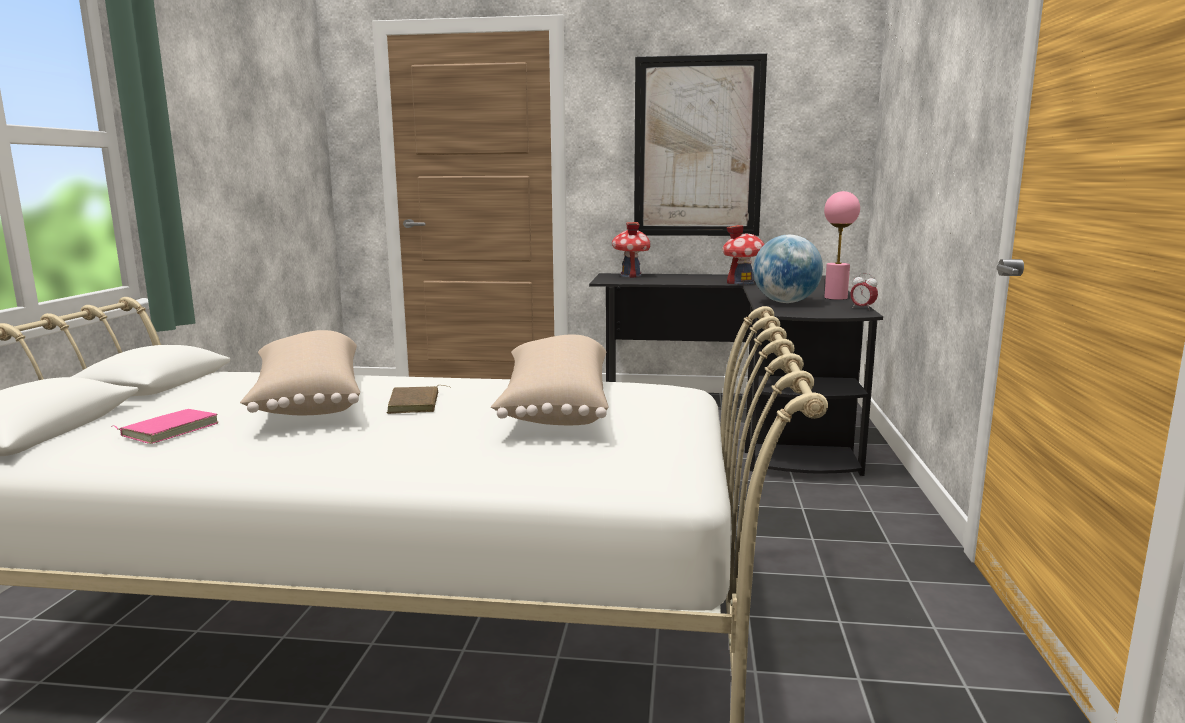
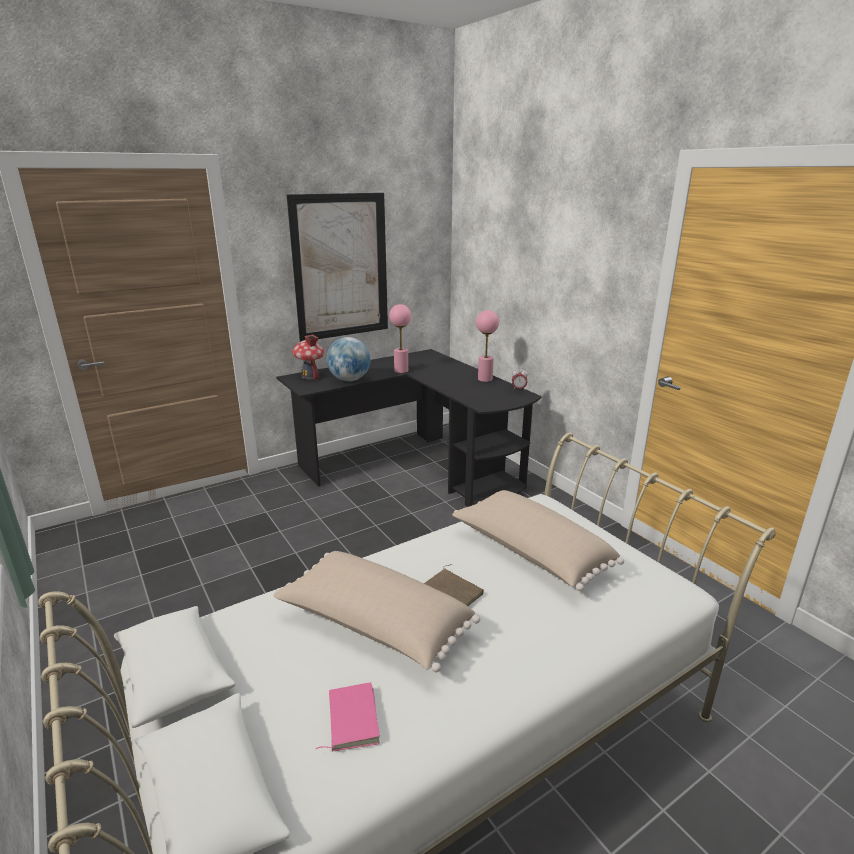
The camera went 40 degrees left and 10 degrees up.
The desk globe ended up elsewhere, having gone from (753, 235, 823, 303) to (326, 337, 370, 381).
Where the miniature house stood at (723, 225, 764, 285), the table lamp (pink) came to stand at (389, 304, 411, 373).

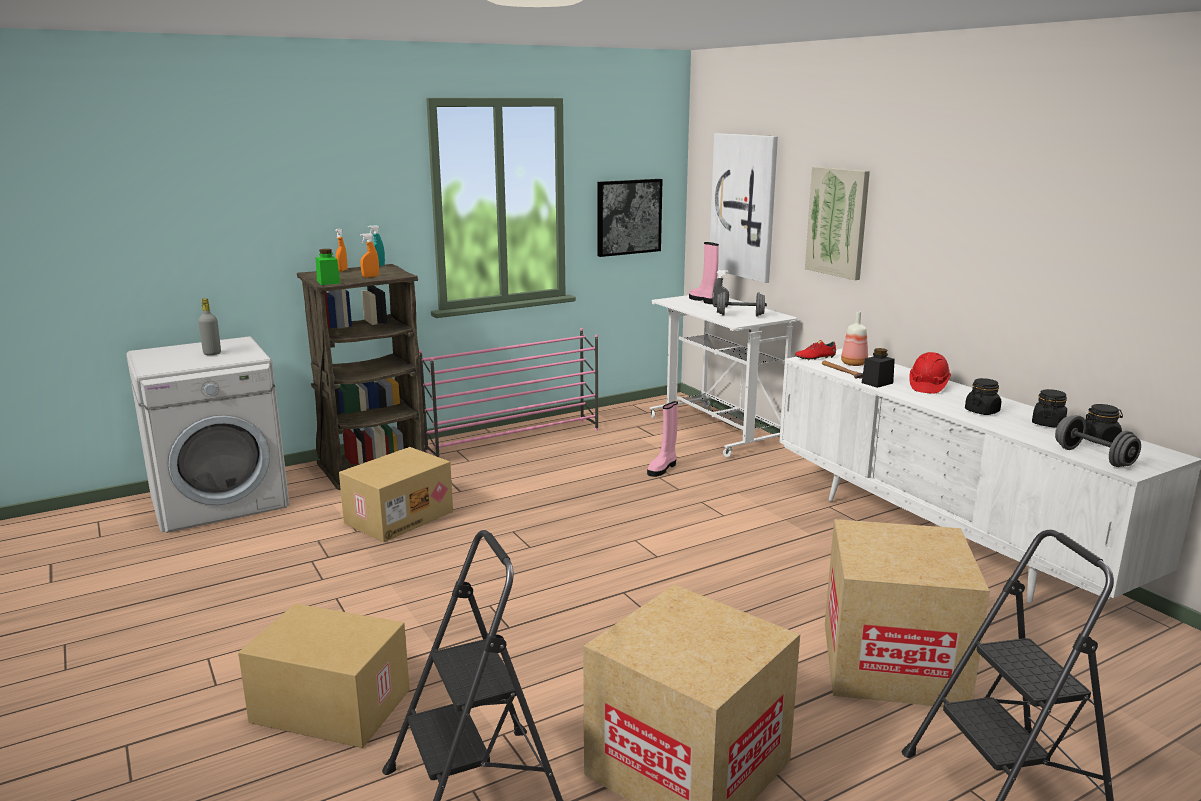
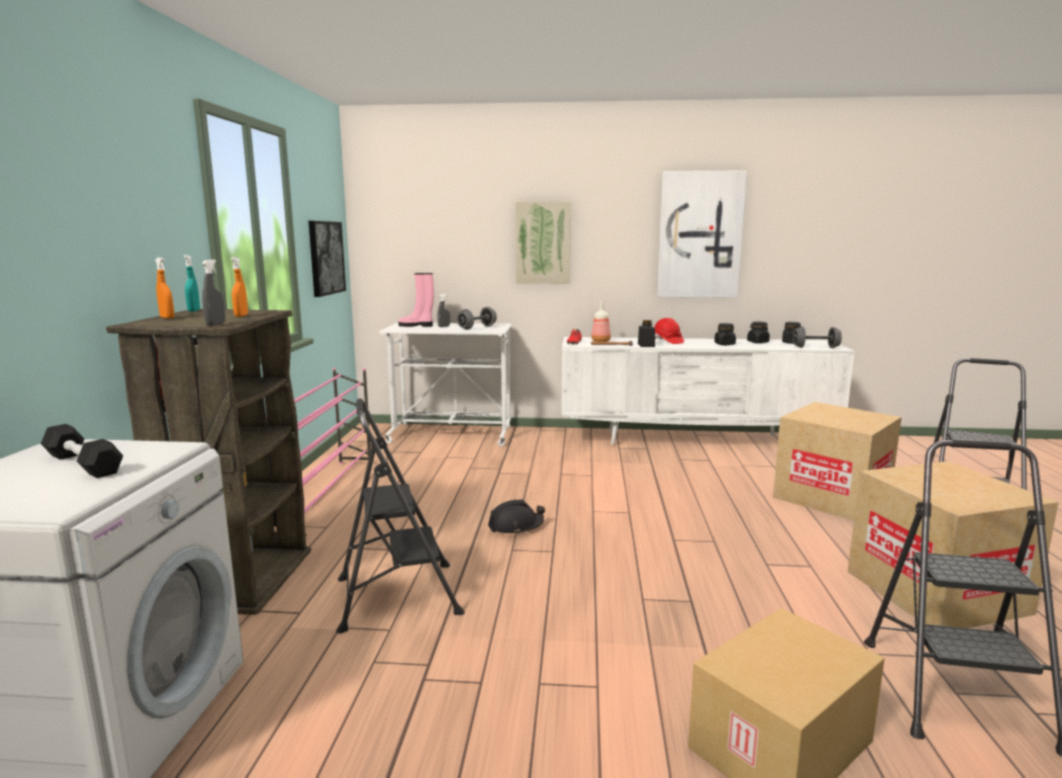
The camera went 55 degrees left and 5 degrees down.
Where the beverage bottle (greyish) stood at (198, 299, 221, 355), the hand weight (blackish) came to stand at (41, 424, 123, 478).
Where the jar (green) stood at (316, 249, 340, 285), the sprayer (greyish) came to stand at (202, 259, 225, 326).
Where the packing box stood at (339, 447, 453, 542), the step stool (blackish) came to stand at (336, 398, 465, 634).
The second view gained the work helmet (blackish) at (488, 499, 545, 535).
The wall picture ended up elsewhere, having gone from (710, 133, 778, 283) to (657, 170, 747, 298).
The second view lost the high-top boot (pink) at (647, 401, 678, 477).

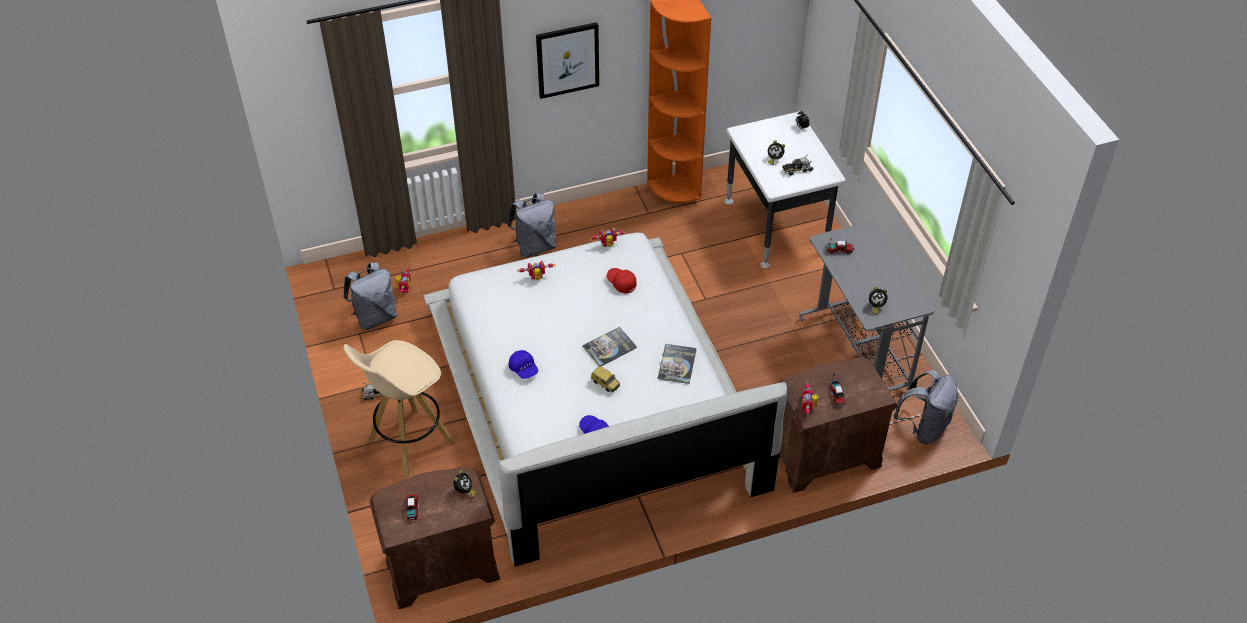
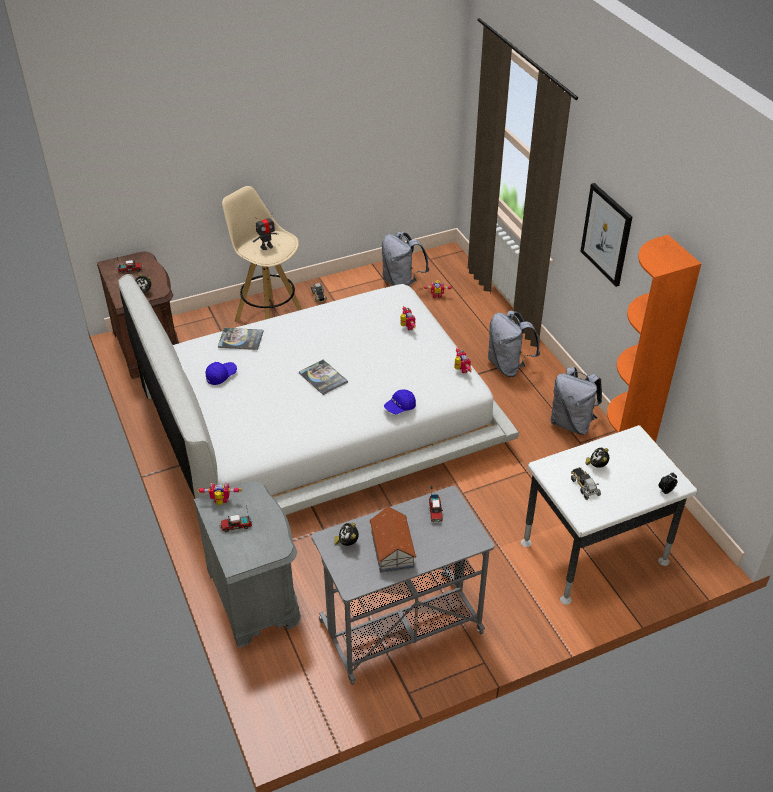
The camera went 85 degrees right and 5 degrees down.
What was the night table (brownish) at (779, 357, 898, 493) turned into the night table (greyish) at (194, 481, 301, 648).
The volume ended up elsewhere, having gone from (658, 344, 697, 384) to (218, 328, 264, 350).
The second view gained the robot figure at (253, 213, 278, 250).
The second view gained the miniature house at (369, 506, 417, 572).
The cap (bluish) ended up elsewhere, having gone from (509, 350, 538, 379) to (384, 389, 416, 414).
The knapsack (greyish) ended up elsewhere, having gone from (893, 370, 958, 444) to (551, 367, 602, 435).
The second view lost the model car at (591, 366, 620, 392).
The second view lost the cap (reddish) at (607, 268, 637, 293).

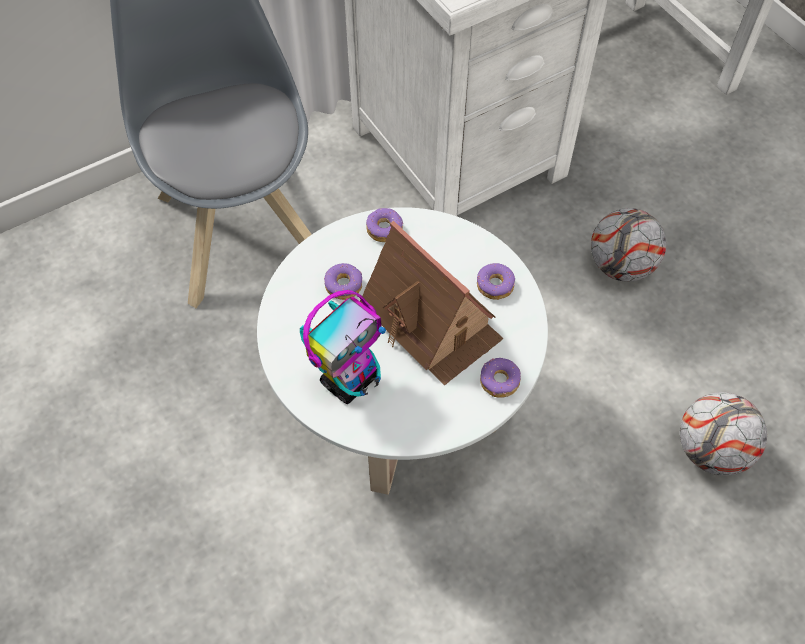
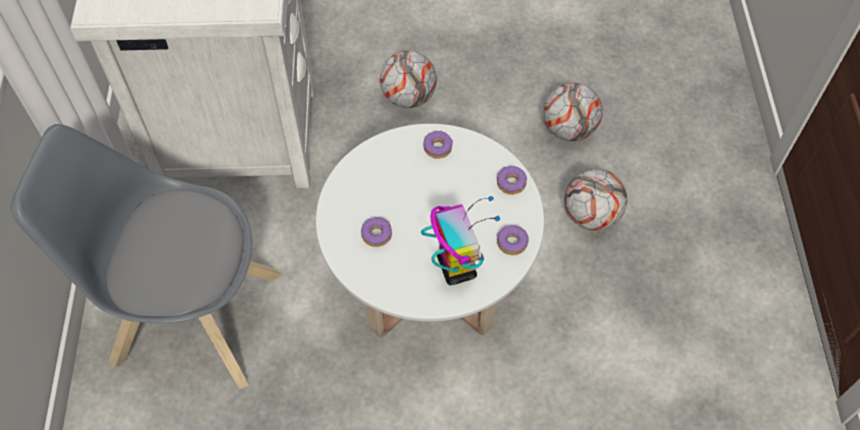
The camera went 60 degrees left and 0 degrees up.
The donut ended up elsewhere, having gone from (366, 208, 403, 242) to (497, 225, 529, 255).
The second view gained the ball for football at (564, 168, 627, 230).
The second view lost the miniature house at (360, 221, 504, 385).

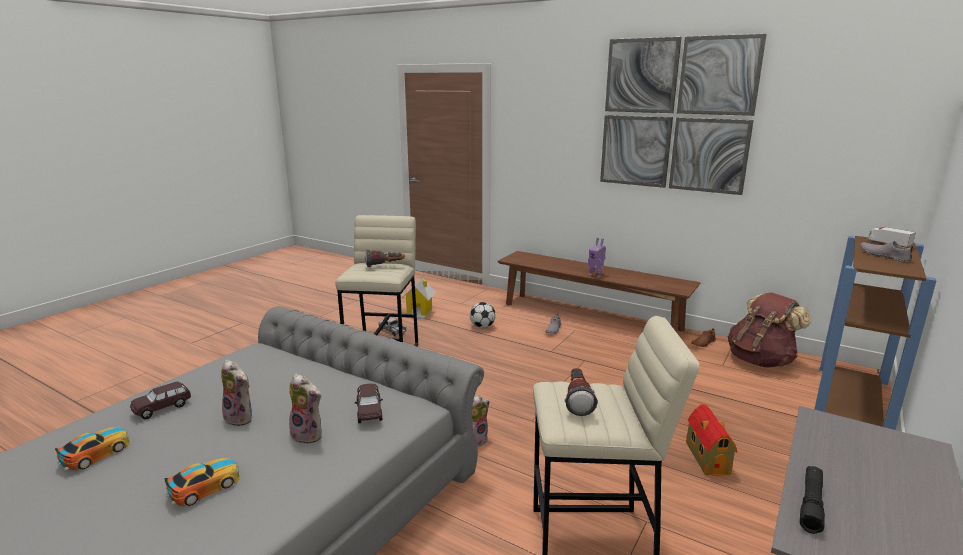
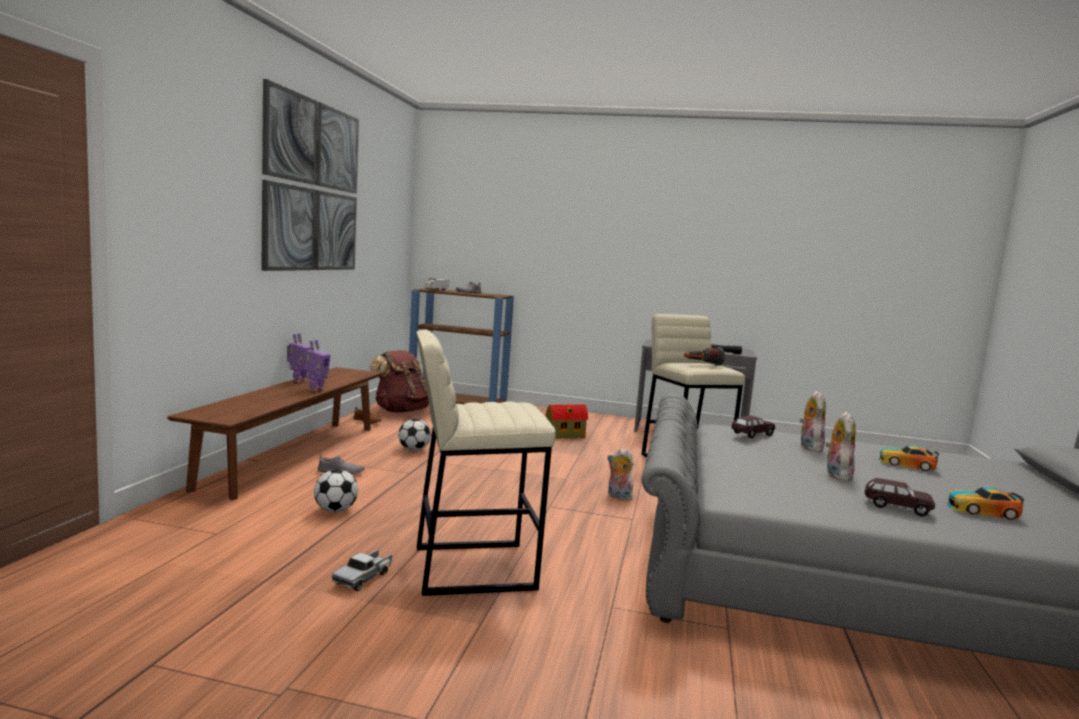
The camera went 110 degrees left and 10 degrees down.
The second view gained the robot figure at (287, 333, 311, 383).
The second view gained the ball for football at (398, 419, 431, 451).
The second view lost the torch at (365, 249, 405, 267).
The second view lost the miniature house at (402, 278, 436, 319).

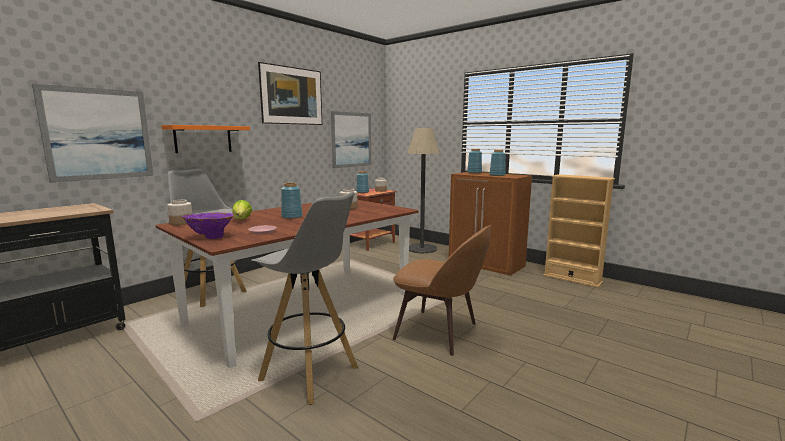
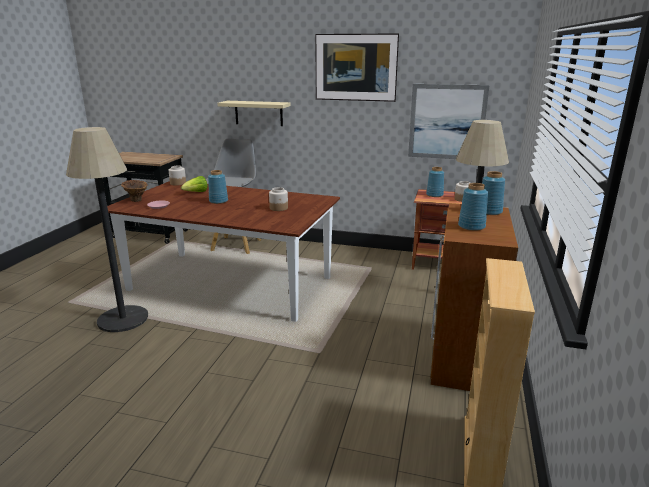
The camera went 65 degrees right and 10 degrees up.
Where the sitting stool (greyish) stood at (251, 192, 358, 405), the floor lamp came to stand at (66, 127, 148, 332).
What was the flower vase (purple-coloured) at (182, 213, 234, 239) turned into the flower vase (brownish) at (121, 180, 148, 202).
What was the bracket shelf (orangey) at (161, 125, 250, 153) turned into the bracket shelf (beige-coloured) at (217, 101, 291, 126).
The second view lost the wall picture at (32, 84, 154, 183).
The second view lost the upright chair (brownish) at (393, 225, 492, 356).

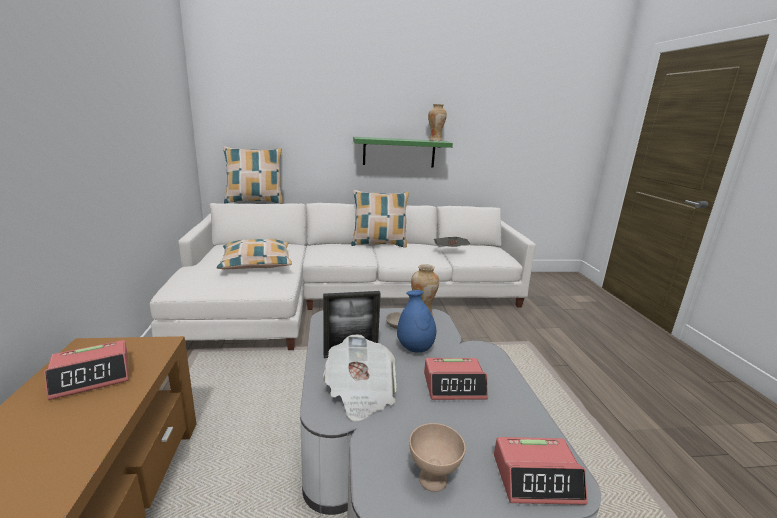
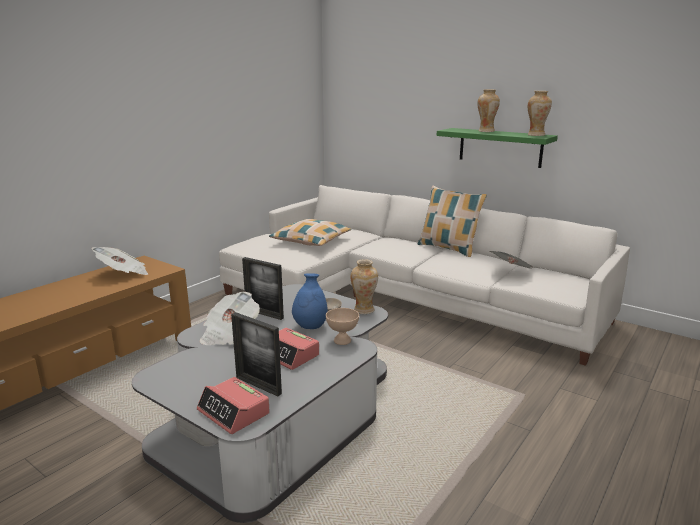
The camera went 45 degrees right and 0 degrees up.
Where the bedside clock stood at (44, 340, 129, 400), the newspaper came to stand at (91, 247, 148, 275).
The second view gained the photo frame at (231, 312, 282, 396).
The serving bowl (beige-coloured) ended up elsewhere, having gone from (409, 423, 465, 492) to (326, 308, 359, 345).
The second view gained the flower vase at (478, 89, 500, 132).
The second view lost the pillow at (223, 146, 283, 204).

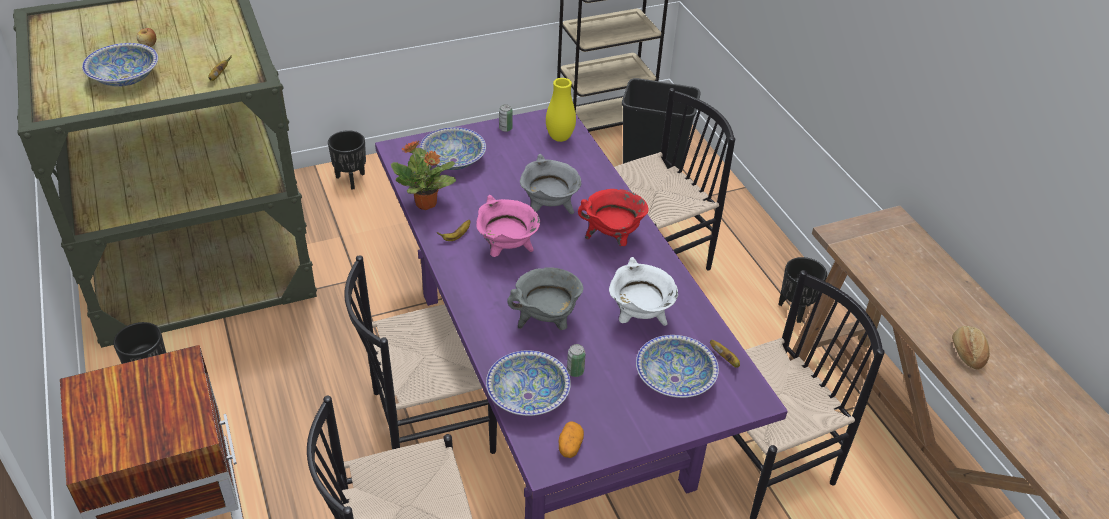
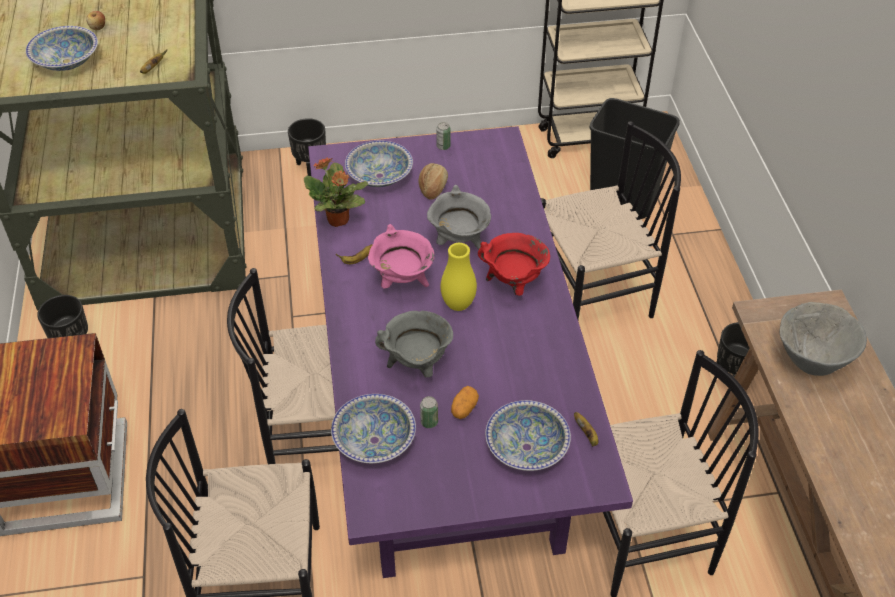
The camera went 15 degrees right and 5 degrees up.
The bakery bread ended up elsewhere, having gone from (952, 326, 990, 370) to (419, 163, 448, 200).
The flower vase (yellowish) ended up elsewhere, having gone from (546, 78, 576, 142) to (441, 243, 477, 311).
The potato ended up elsewhere, having gone from (559, 421, 584, 458) to (451, 386, 479, 419).
The second view gained the serving bowl (greyish) at (779, 302, 867, 376).
The second view lost the cooking pot (white-coloured) at (609, 257, 678, 326).

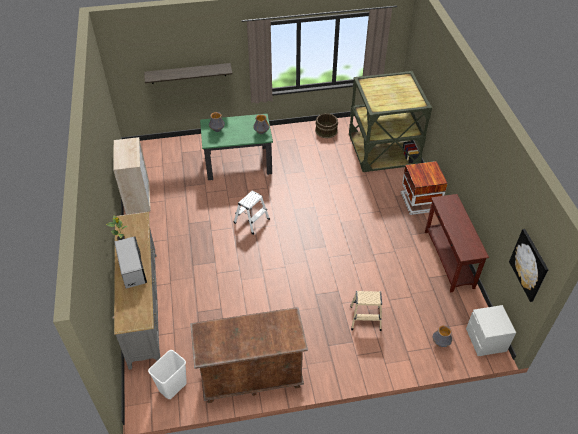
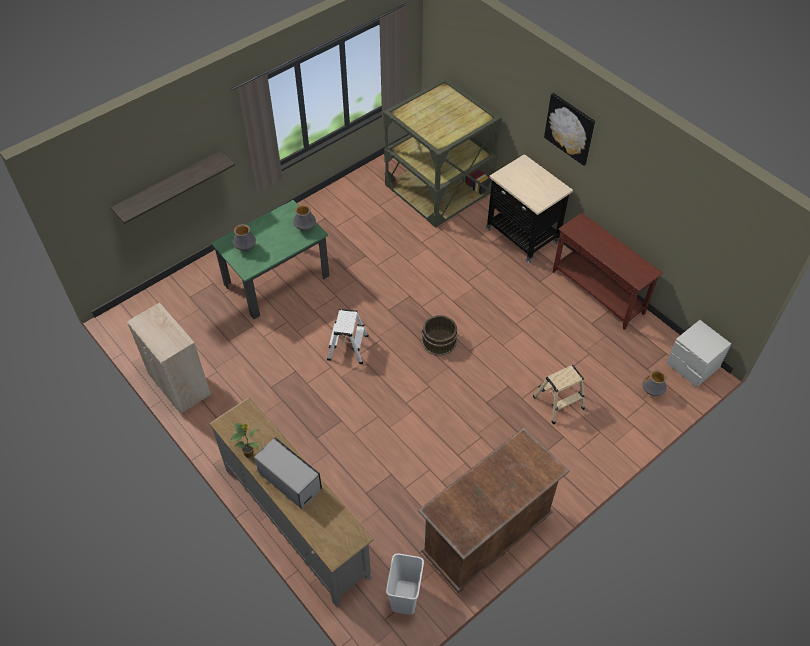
The camera went 30 degrees left and 5 degrees up.
The bucket (brownish) ended up elsewhere, having gone from (315, 113, 338, 138) to (421, 315, 458, 356).
Where the night table stood at (400, 161, 448, 215), the wheeled cart (blackish) came to stand at (486, 154, 573, 263).
The wall picture ended up elsewhere, having gone from (509, 229, 548, 302) to (544, 93, 595, 166).

